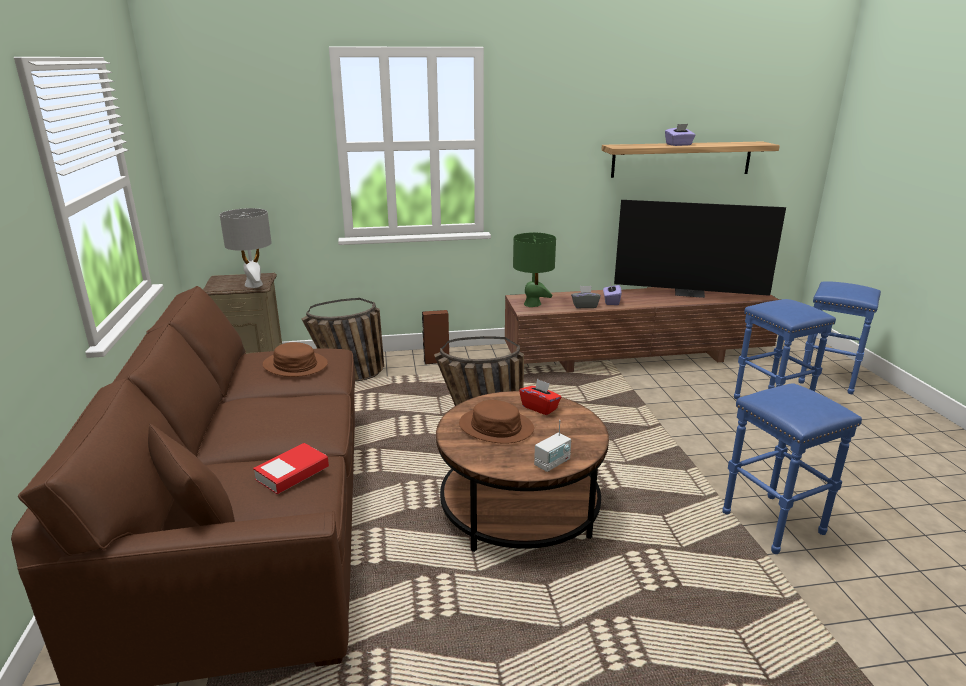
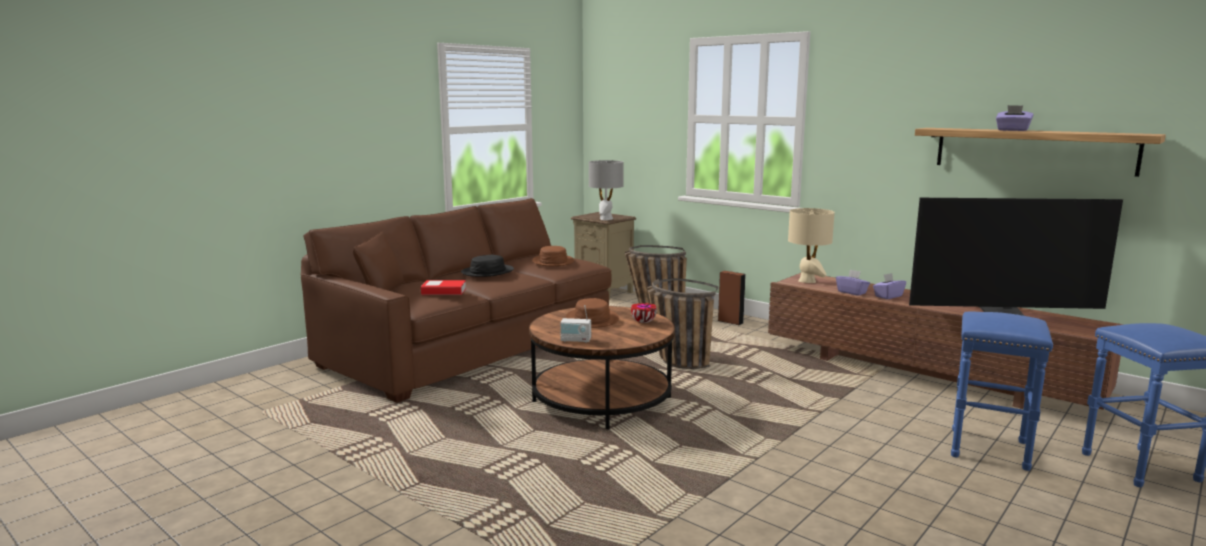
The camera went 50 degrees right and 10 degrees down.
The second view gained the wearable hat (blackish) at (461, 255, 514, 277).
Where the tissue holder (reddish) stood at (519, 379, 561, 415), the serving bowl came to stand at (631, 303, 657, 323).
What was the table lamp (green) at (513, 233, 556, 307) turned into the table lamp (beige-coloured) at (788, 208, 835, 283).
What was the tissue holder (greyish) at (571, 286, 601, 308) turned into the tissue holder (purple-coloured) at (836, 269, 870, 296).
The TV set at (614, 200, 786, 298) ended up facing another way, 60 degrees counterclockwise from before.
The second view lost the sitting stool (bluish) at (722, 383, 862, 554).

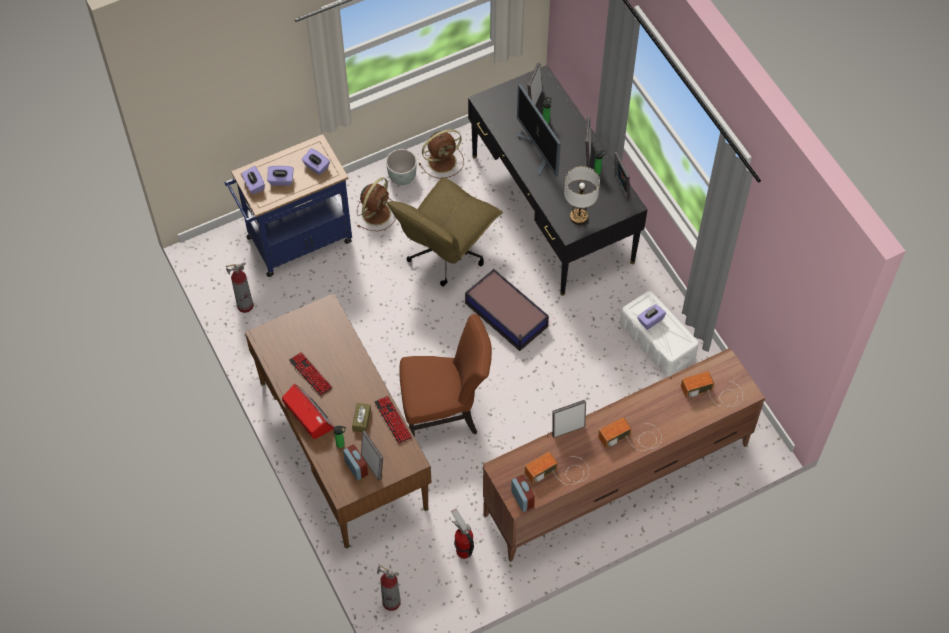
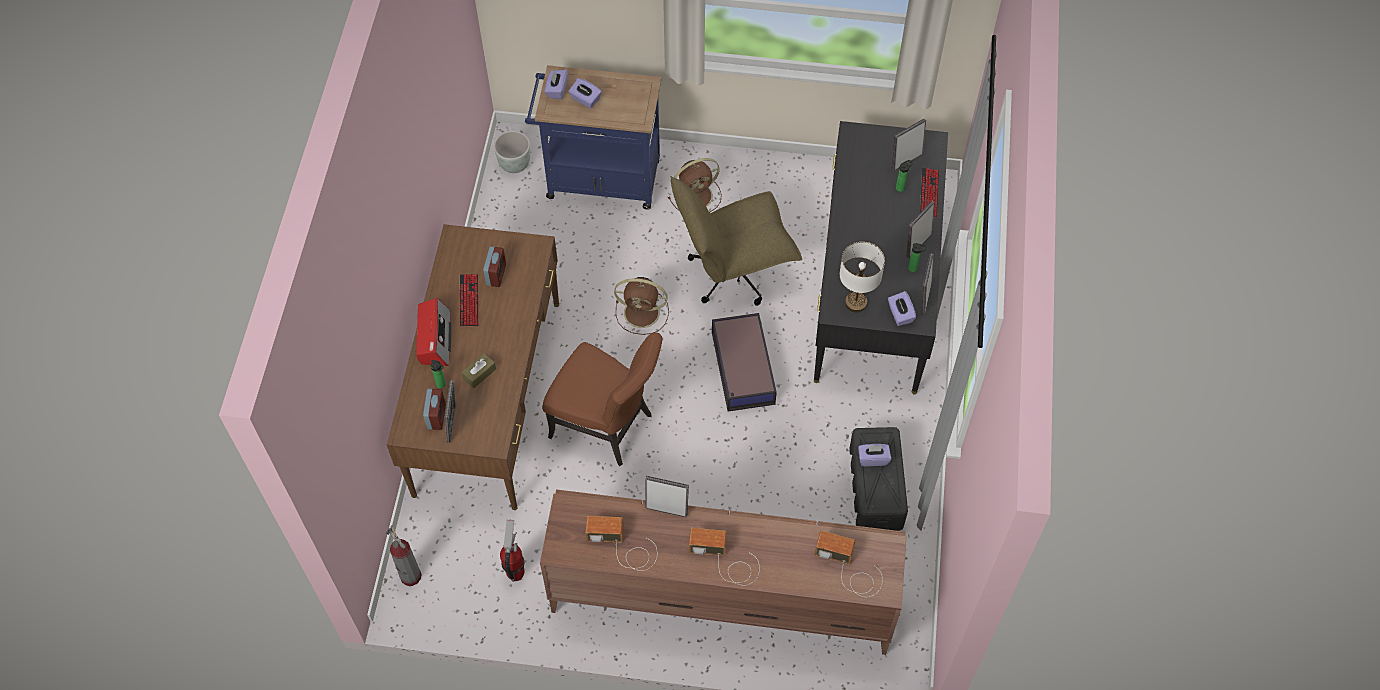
The camera went 35 degrees right and 0 degrees up.
The bedside clock ended up elsewhere, having gone from (511, 475, 535, 512) to (483, 246, 506, 287).
The planter (greyish) ended up elsewhere, having gone from (386, 149, 417, 185) to (494, 131, 530, 173).
The electric fan (brownish) ended up elsewhere, having gone from (419, 129, 464, 179) to (614, 277, 669, 335).
What was the storage container (white-coloured) at (620, 291, 699, 377) turned into the storage container (blackish) at (849, 427, 908, 531).
The tissue holder (purple-coloured) ended up elsewhere, having gone from (302, 148, 330, 175) to (888, 291, 916, 326).
The PC keyboard ended up elsewhere, having gone from (374, 396, 412, 444) to (920, 168, 939, 218).
The second view lost the fire-fighting cylinder at (226, 263, 254, 313).
The second view lost the computer display at (517, 84, 561, 177).

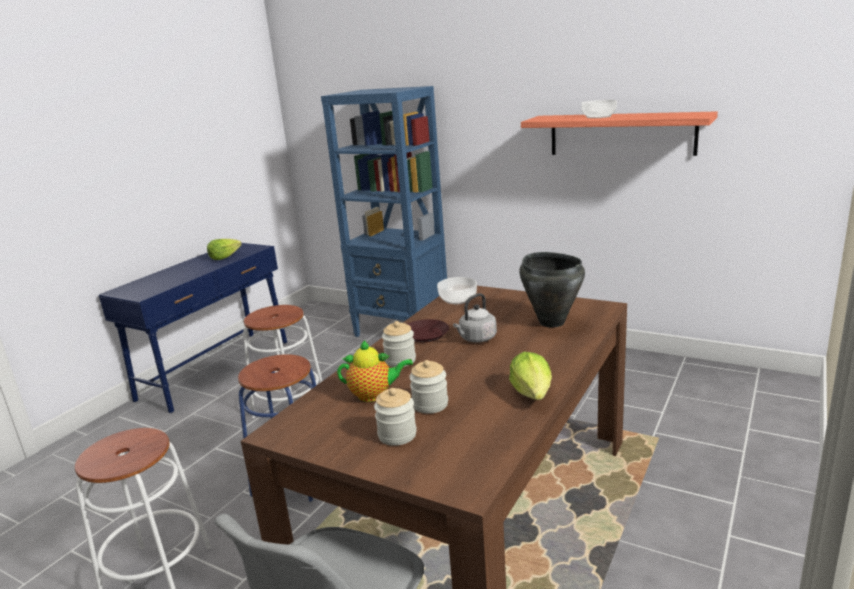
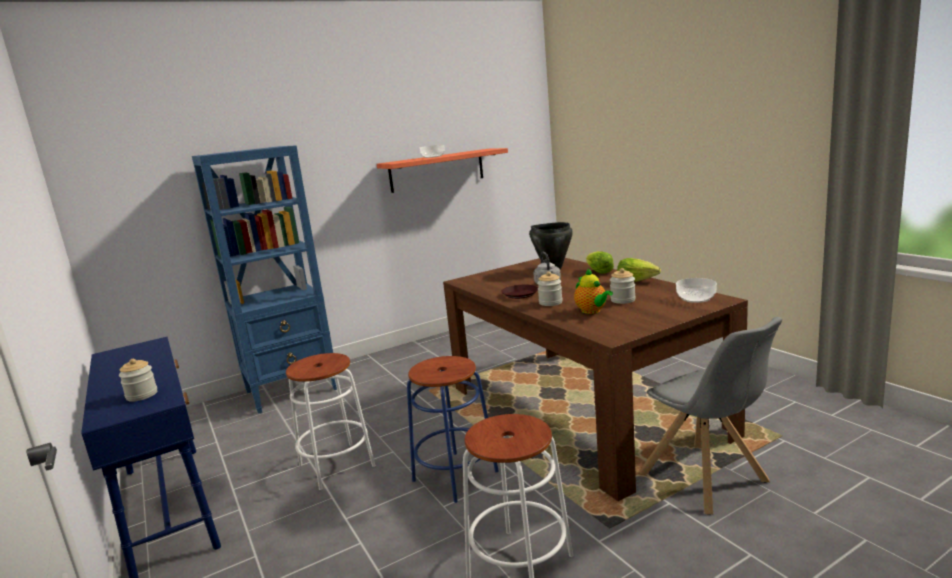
The camera went 60 degrees left and 5 degrees down.
The jar ended up elsewhere, having gone from (374, 388, 417, 446) to (119, 359, 157, 402).
The tea pot at (337, 340, 413, 402) ended up facing another way, 120 degrees clockwise from before.
The head of lettuce ended up elsewhere, having gone from (207, 239, 242, 260) to (586, 251, 614, 274).
The serving bowl ended up elsewhere, having gone from (437, 277, 477, 304) to (676, 278, 717, 303).

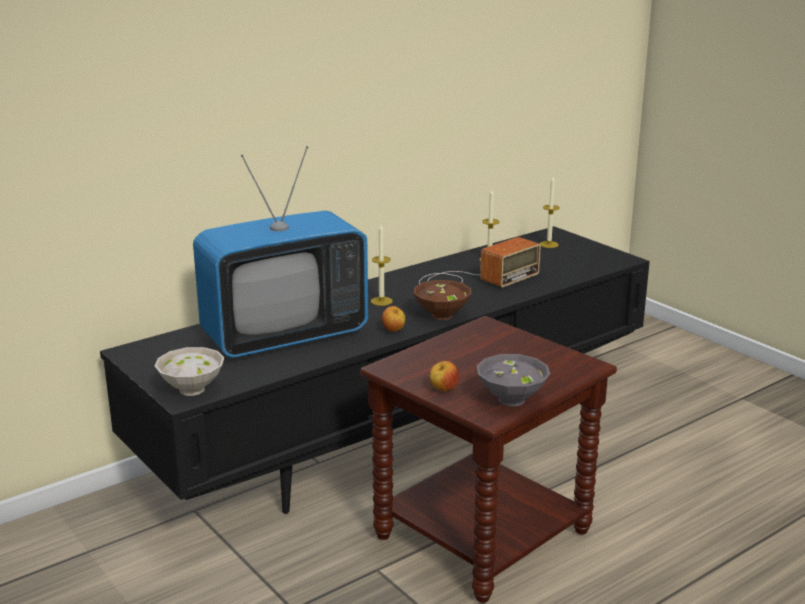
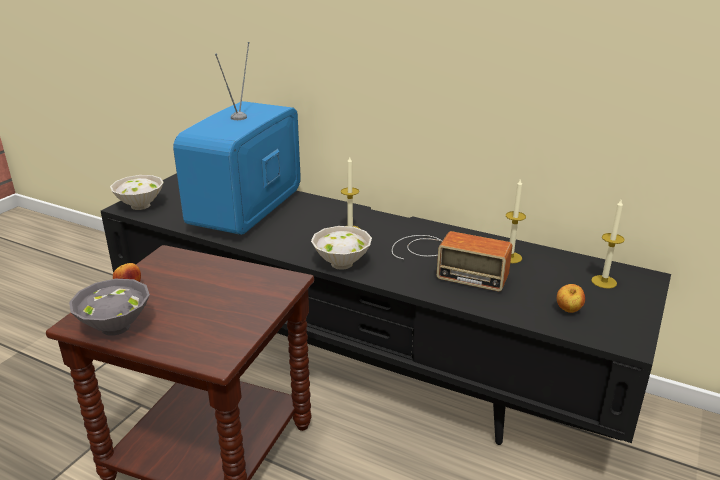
The camera went 65 degrees right and 5 degrees up.
The TV set at (193, 146, 368, 358) ended up facing another way, 75 degrees clockwise from before.
What was the serving bowl (brownish) at (414, 280, 471, 320) turned into the serving bowl (white-coloured) at (311, 226, 372, 270).
The apple fruit ended up elsewhere, having gone from (382, 306, 405, 332) to (557, 284, 585, 313).

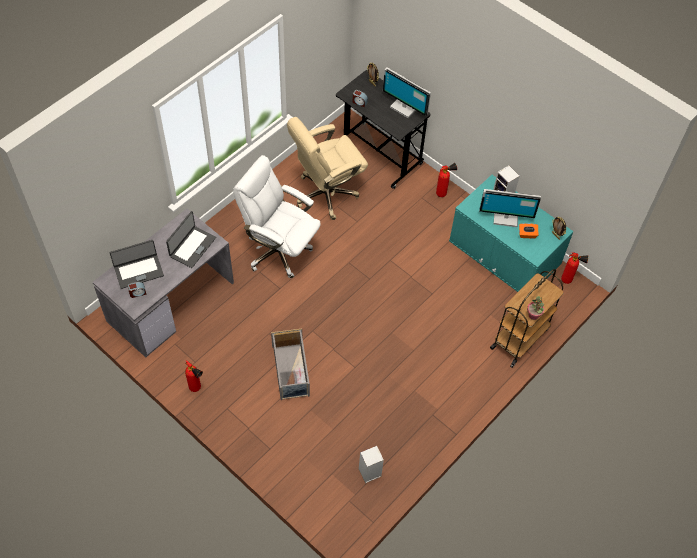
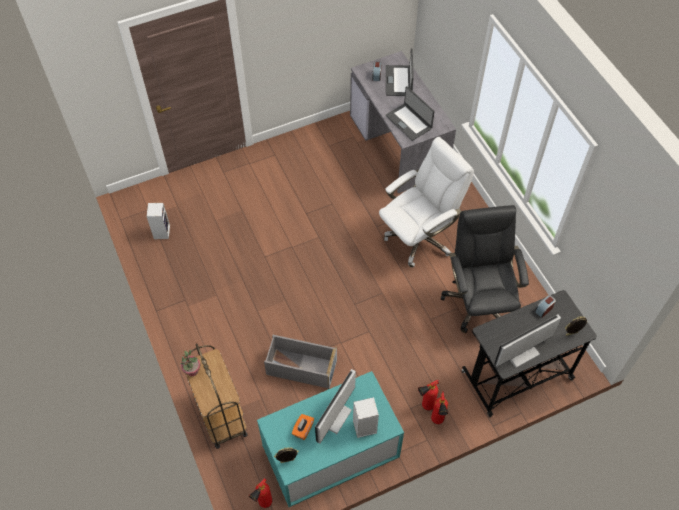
The camera went 115 degrees right and 0 degrees up.
The storage container (greyish) ended up elsewhere, having gone from (271, 329, 310, 400) to (264, 335, 337, 389).
The fire-fighting cylinder ended up elsewhere, having gone from (185, 360, 203, 392) to (418, 380, 439, 411).
What was the computer chair (beige-coloured) at (287, 117, 368, 220) turned into the computer chair (blackish) at (441, 205, 529, 333).

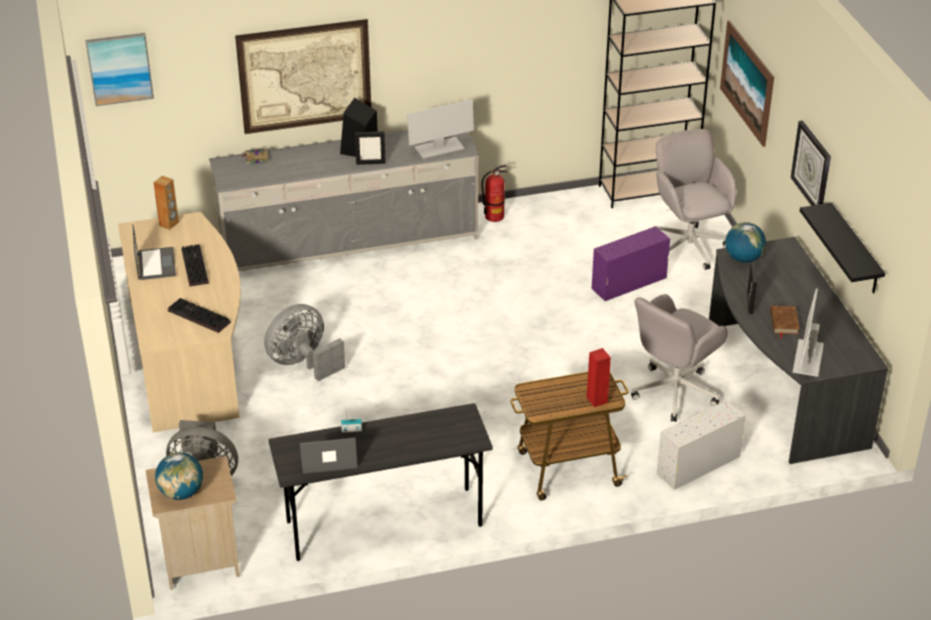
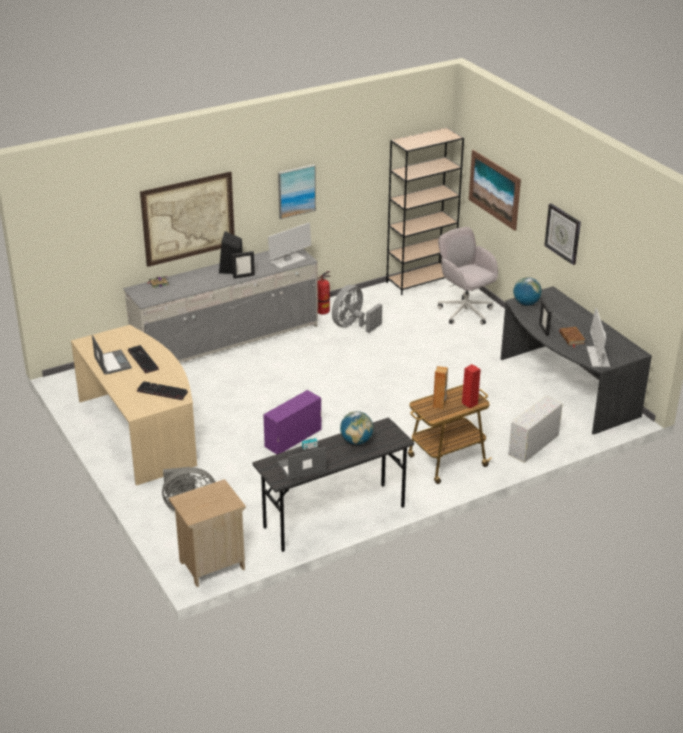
The camera went 15 degrees left and 5 degrees down.
The storage container (purple-coloured) ended up elsewhere, having gone from (592, 226, 670, 301) to (263, 390, 321, 454).
The wall picture ended up elsewhere, having gone from (85, 33, 154, 106) to (278, 164, 316, 219).
The electric fan (greyish) ended up elsewhere, having gone from (264, 304, 345, 381) to (332, 285, 382, 333).
The desk globe ended up elsewhere, having gone from (155, 452, 203, 500) to (340, 411, 374, 445).
The audio speaker (brownish) ended up elsewhere, having gone from (153, 176, 179, 230) to (433, 366, 448, 409).
The second view lost the computer chair (greyish) at (631, 294, 728, 422).
The second view lost the bracket shelf (blackish) at (800, 203, 885, 293).

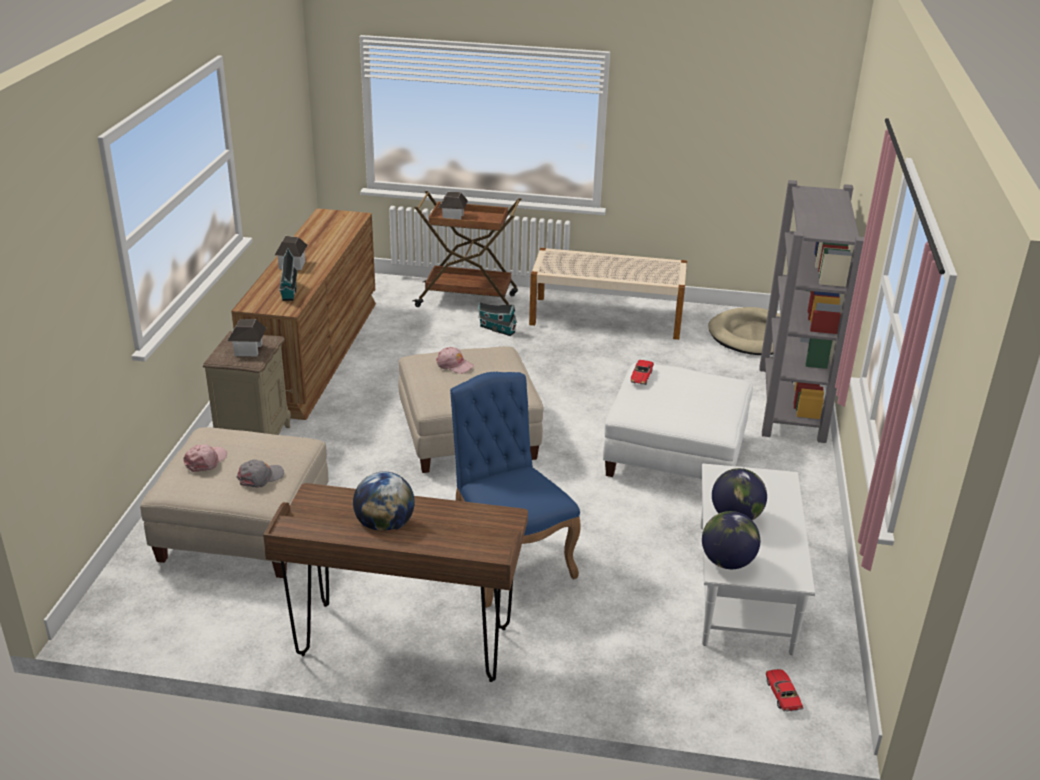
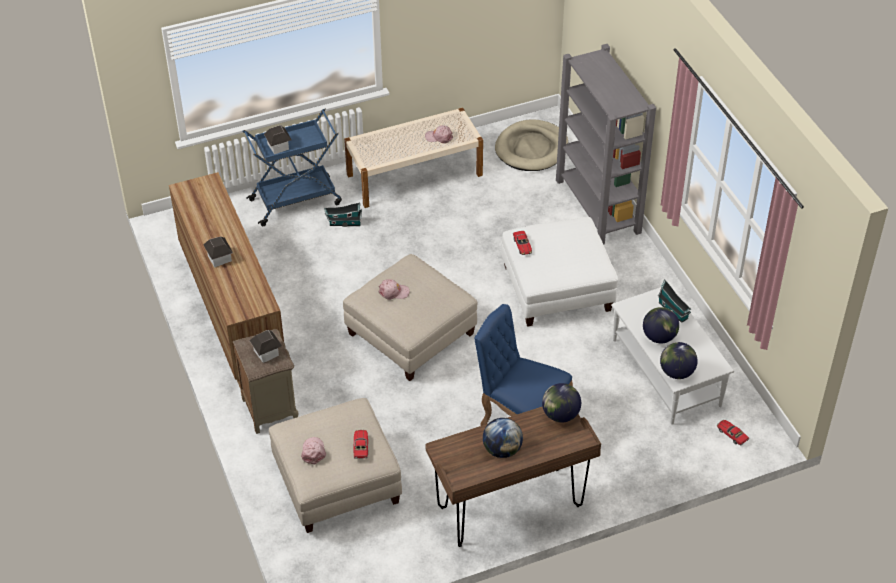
The camera went 30 degrees left and 15 degrees up.
What was the wheeled cart (brownish) at (412, 191, 522, 307) turned into the wheeled cart (bluish) at (242, 109, 342, 226).
Where the cap (greyish) stood at (237, 459, 284, 488), the model car came to stand at (354, 430, 368, 459).
The second view gained the cap (pink) at (425, 125, 453, 143).
The second view gained the desk globe at (542, 383, 581, 423).
The miniature house ended up elsewhere, having gone from (279, 247, 298, 301) to (658, 279, 692, 323).

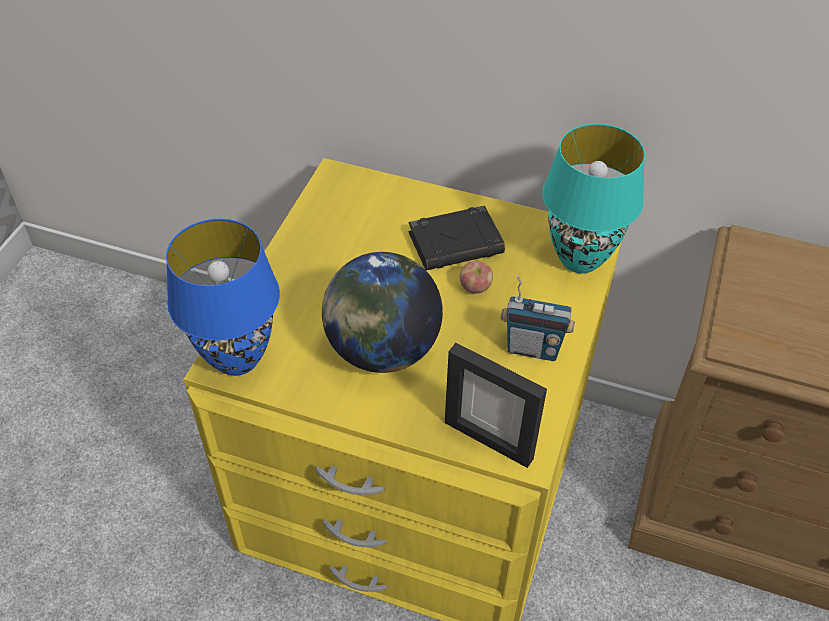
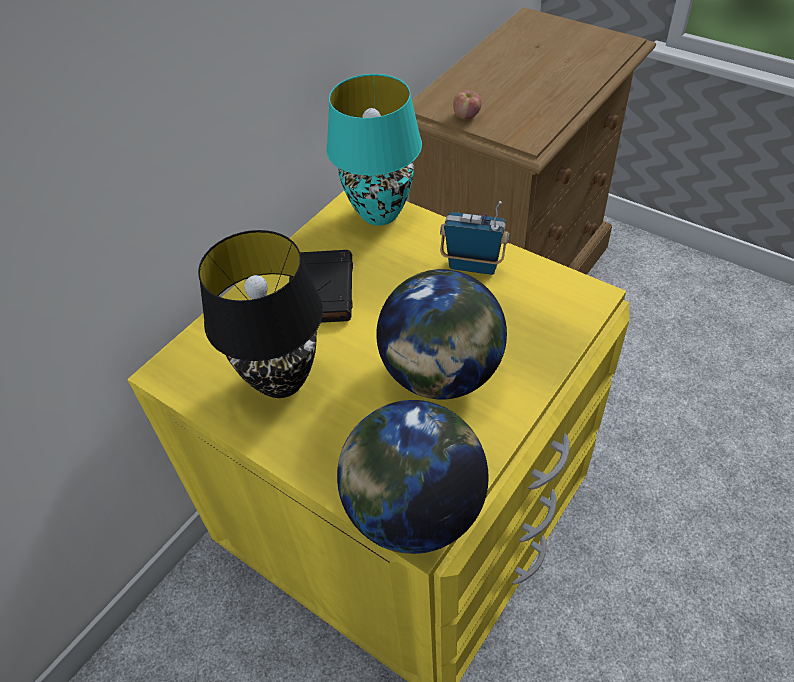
The camera went 70 degrees left and 0 degrees up.
The second view gained the table lamp (blackish) at (198, 230, 323, 398).
Where the table lamp (bluish) stood at (166, 219, 280, 376), the desk globe came to stand at (337, 400, 489, 554).
The radio at (501, 275, 575, 361) ended up facing another way, 105 degrees counterclockwise from before.
The apple fruit ended up elsewhere, having gone from (460, 261, 493, 294) to (453, 90, 482, 119).
The second view lost the photo frame at (445, 343, 547, 468).

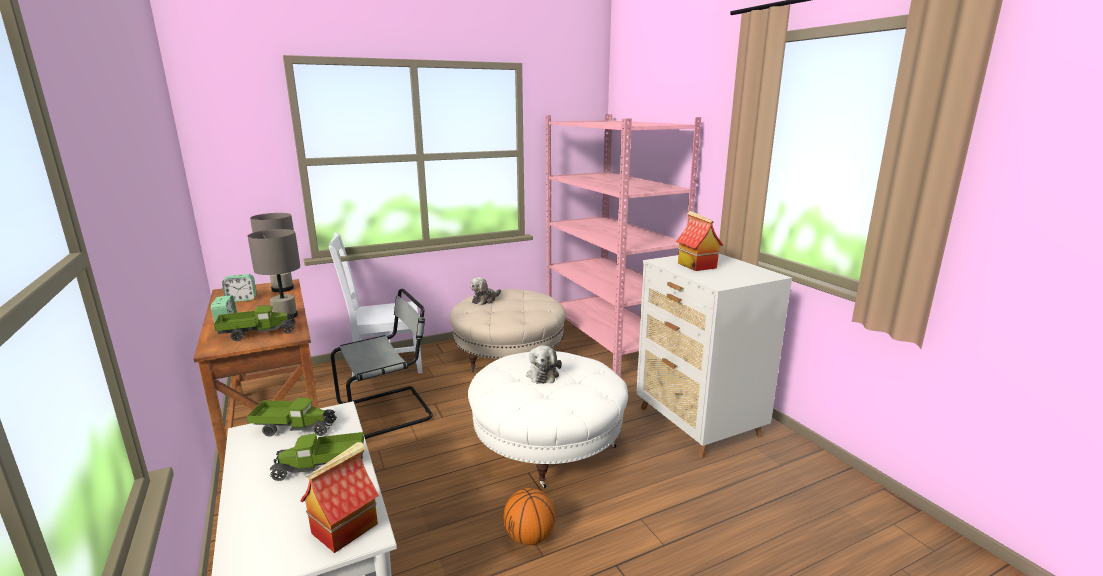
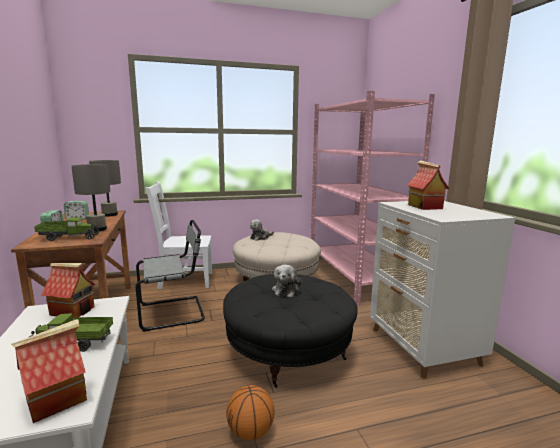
The camera went 10 degrees right and 5 degrees down.
Where the toy truck stood at (247, 398, 337, 437), the miniature house came to stand at (41, 263, 95, 319).
What was the footrest (white-coloured) at (468, 351, 628, 488) turned into the footrest (blackish) at (223, 274, 358, 388).

